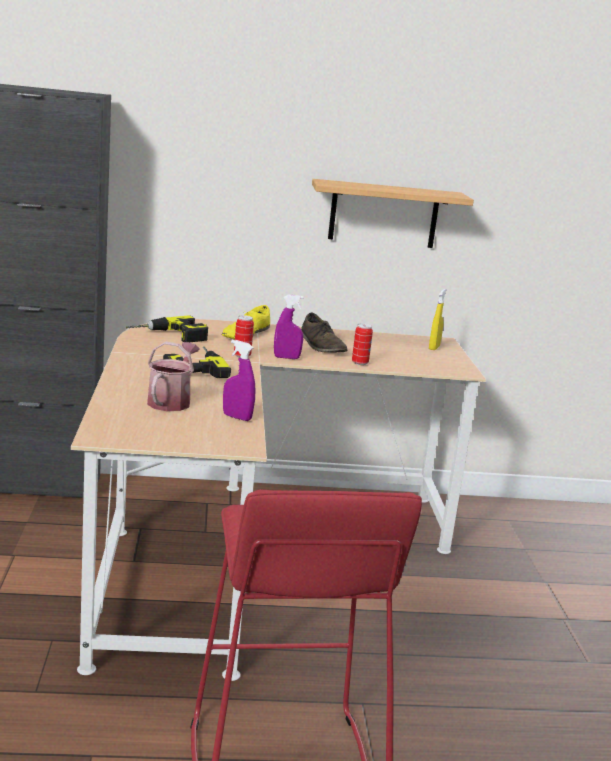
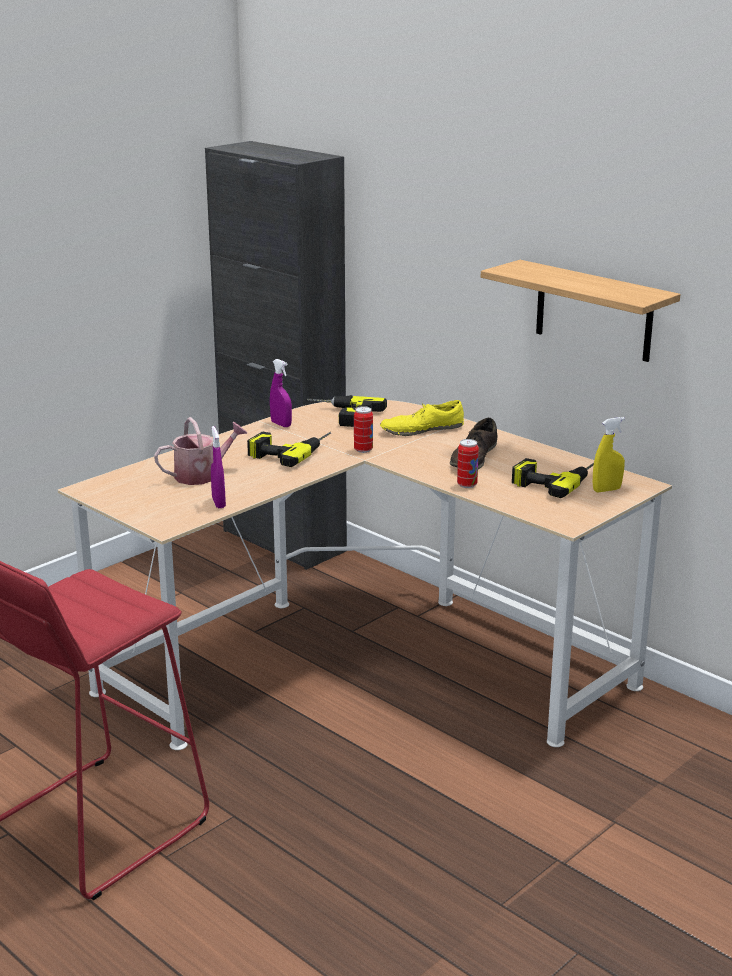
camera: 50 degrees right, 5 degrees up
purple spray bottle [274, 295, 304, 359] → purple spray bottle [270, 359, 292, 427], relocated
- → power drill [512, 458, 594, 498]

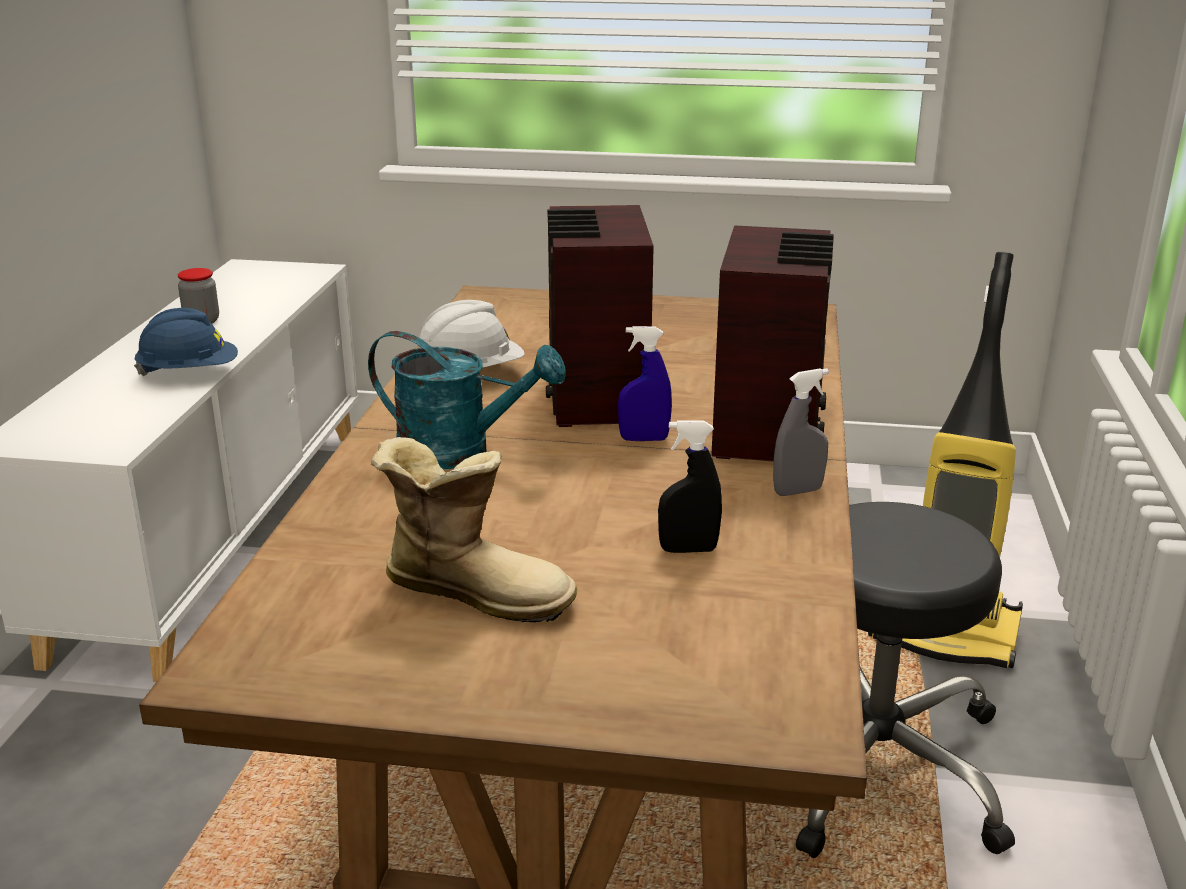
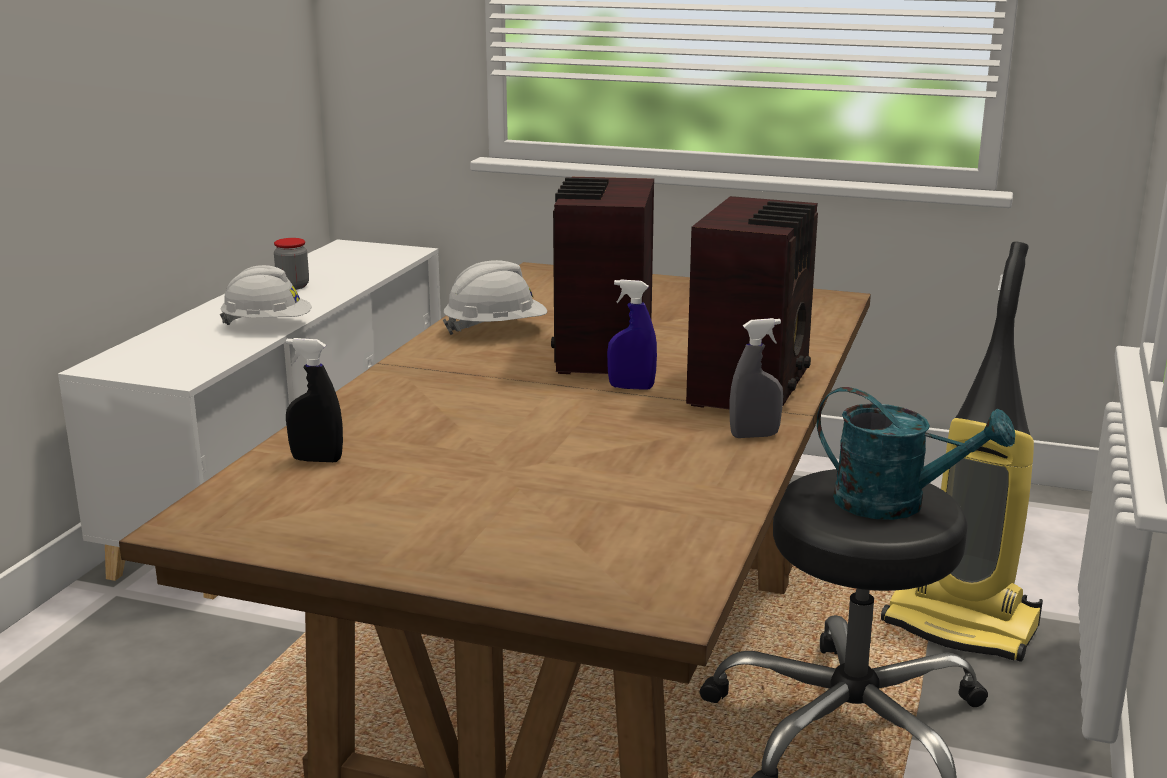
camera: 10 degrees right, 5 degrees down
blue hard hat [134, 308, 238, 376] → white hard hat [220, 265, 311, 325]
turquoise watering can [368, 331, 566, 469] → turquoise watering can [817, 387, 1015, 520], relocated
boot [371, 437, 577, 623] → -
black spray bottle [658, 420, 722, 553] → black spray bottle [286, 338, 343, 462], relocated

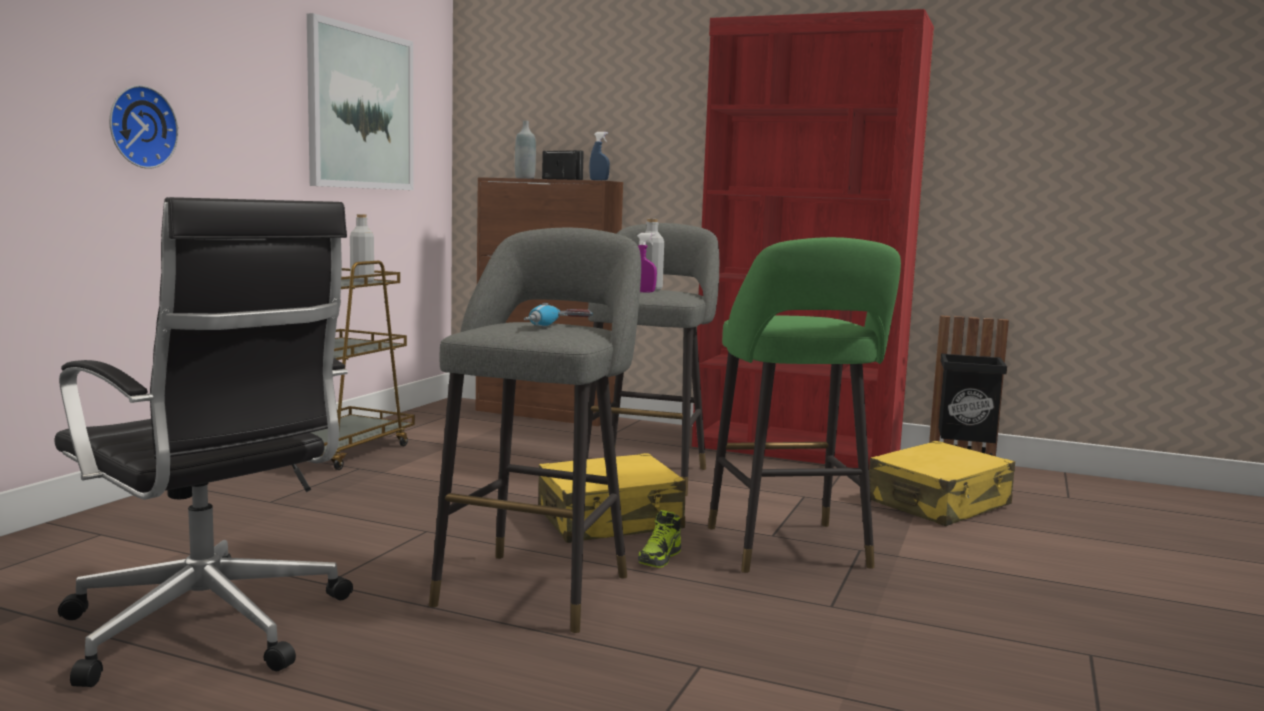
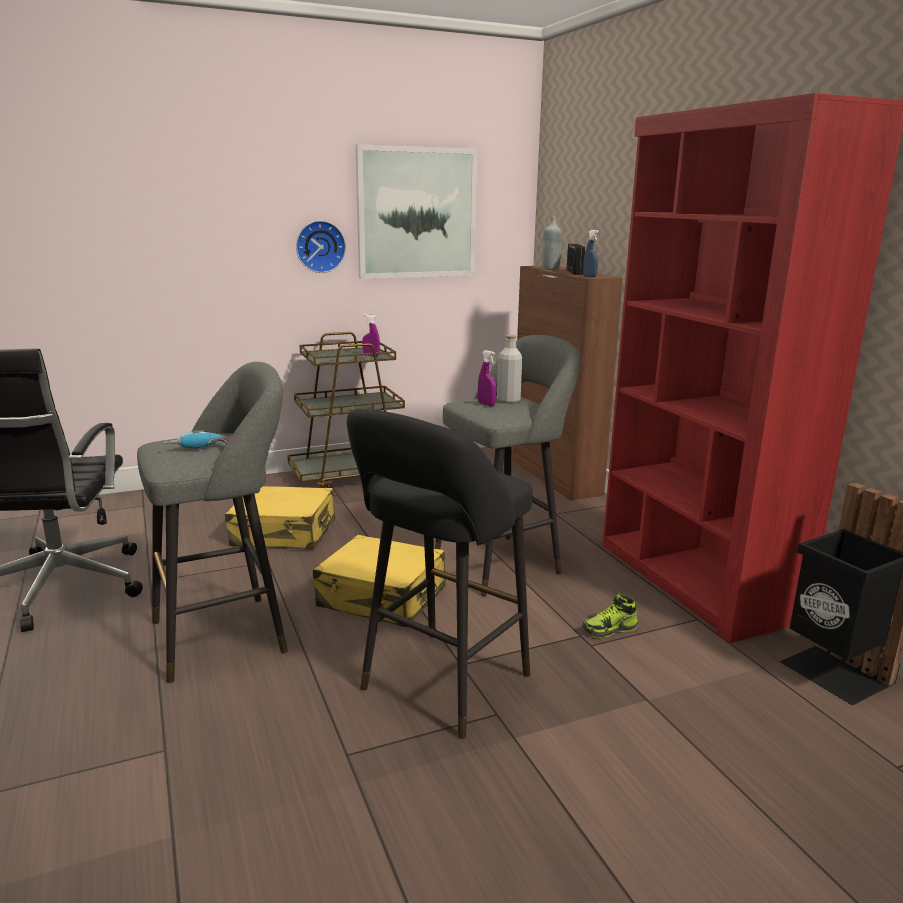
camera: 45 degrees right, 10 degrees up
wall clock [109, 85, 178, 169] → wall clock [296, 221, 346, 273], relocated
grey bottle [350, 214, 374, 282] → purple spray bottle [362, 314, 380, 356]
shoe [638, 510, 681, 568] → shoe [583, 593, 638, 638], relocated
green stool [708, 237, 901, 573] → black stool [347, 409, 532, 739]
yellow suitcase [869, 441, 1015, 526] → yellow suitcase [225, 486, 335, 550], relocated

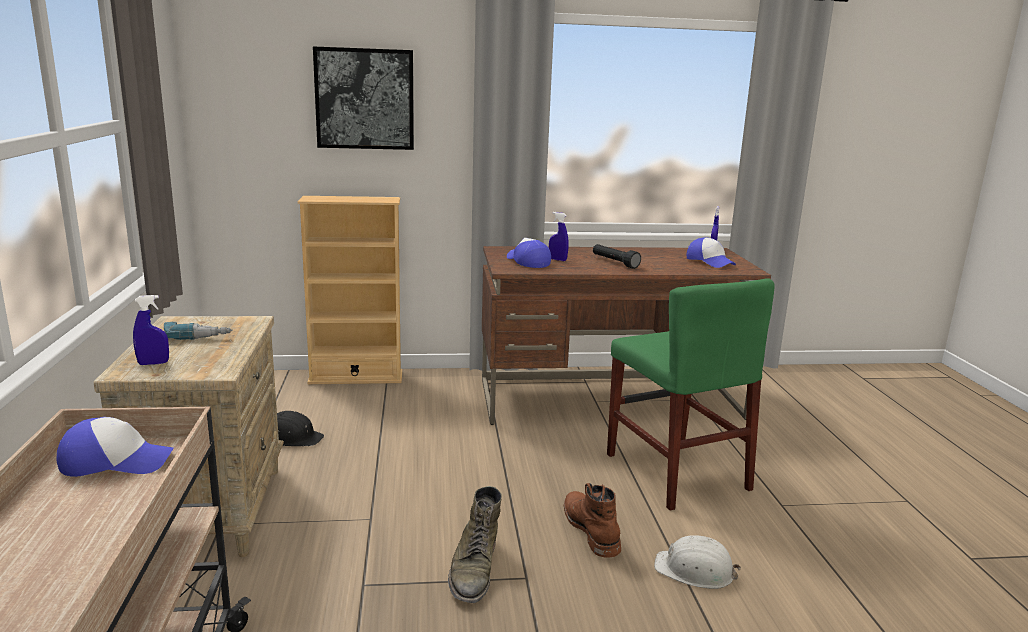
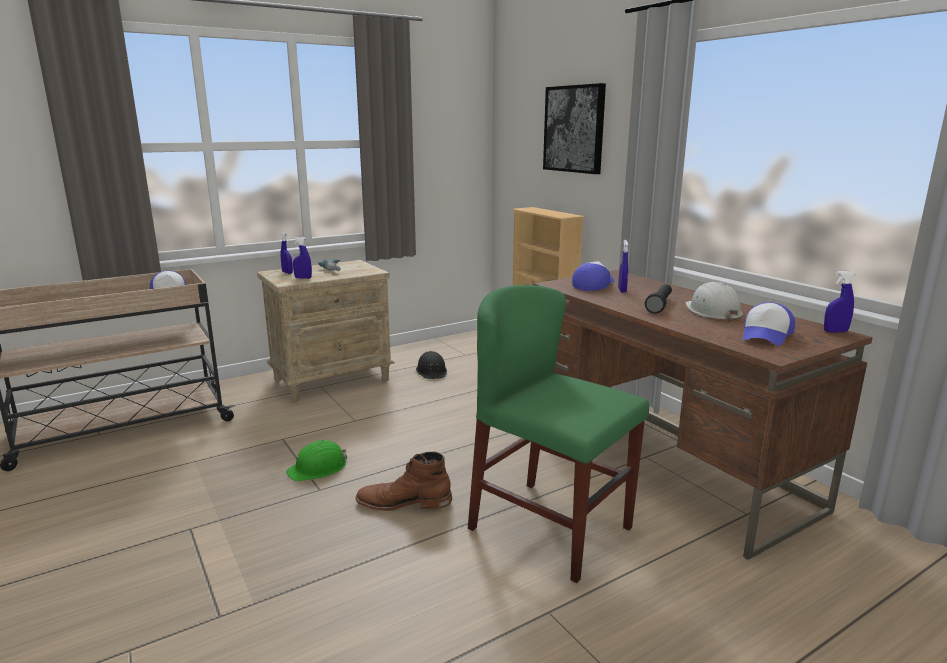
camera: 65 degrees right, 0 degrees up
green boot [448, 486, 502, 603] → green hard hat [286, 440, 347, 481]
brown boot [564, 483, 621, 558] → brown boot [356, 452, 452, 511], 135 degrees counterclockwise
green chair [607, 278, 775, 511] → green chair [468, 285, 649, 583], 90 degrees clockwise
white hard hat [654, 535, 741, 589] → white hard hat [685, 282, 743, 321], relocated
- → blue spray bottle [293, 236, 312, 279]

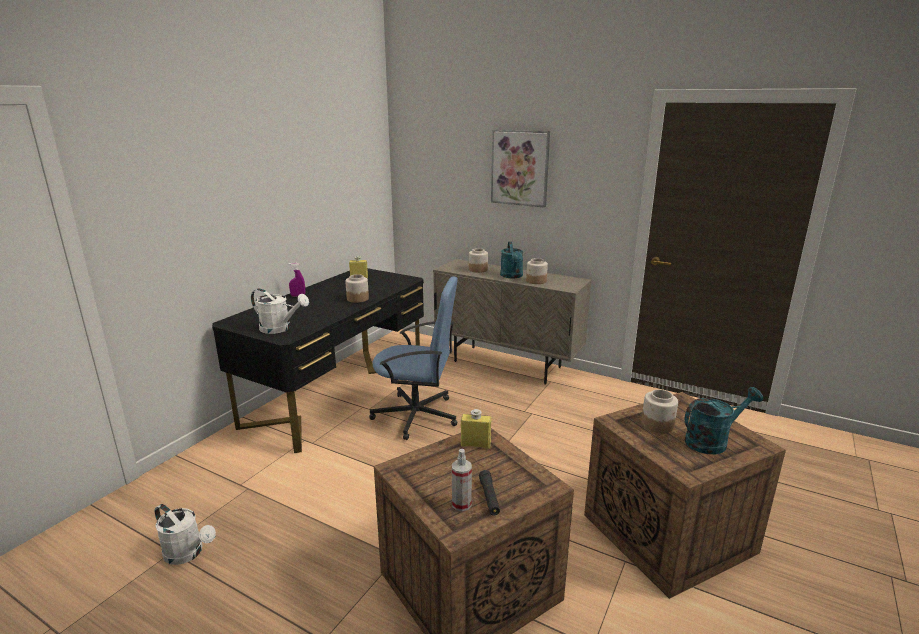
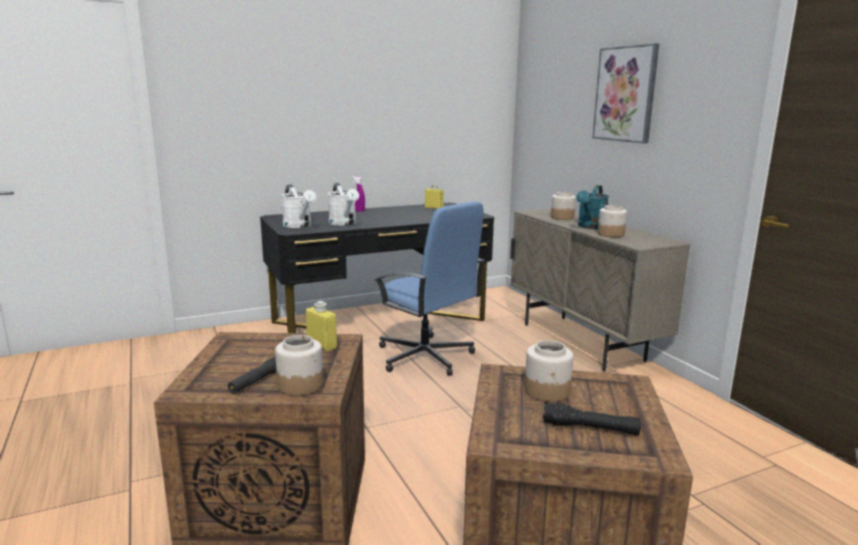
camera: 35 degrees right, 5 degrees down
white watering can [155, 504, 216, 565] → white watering can [328, 183, 359, 226], relocated
jar [345, 274, 369, 303] → jar [275, 335, 323, 396], relocated
spray bottle [452, 449, 472, 511] → -
turquoise watering can [684, 387, 763, 454] → black flashlight [543, 402, 641, 435]

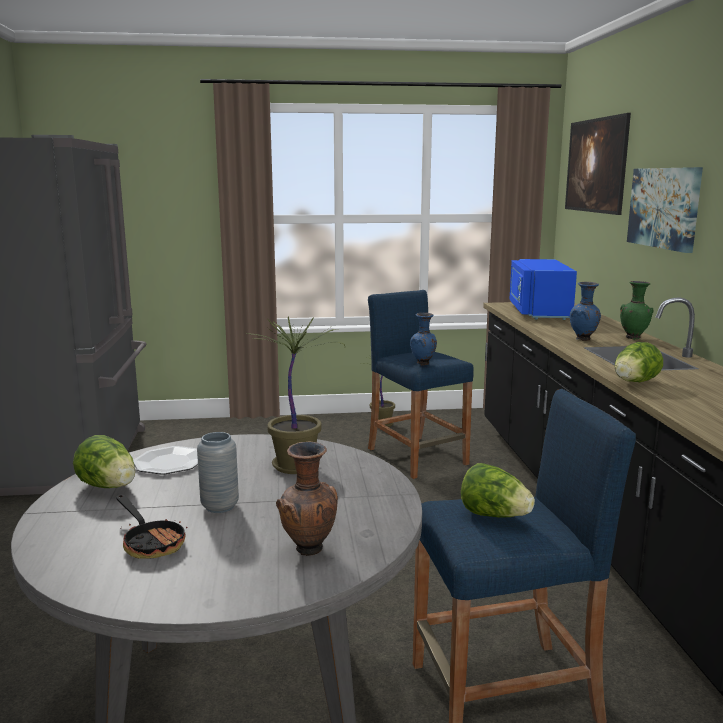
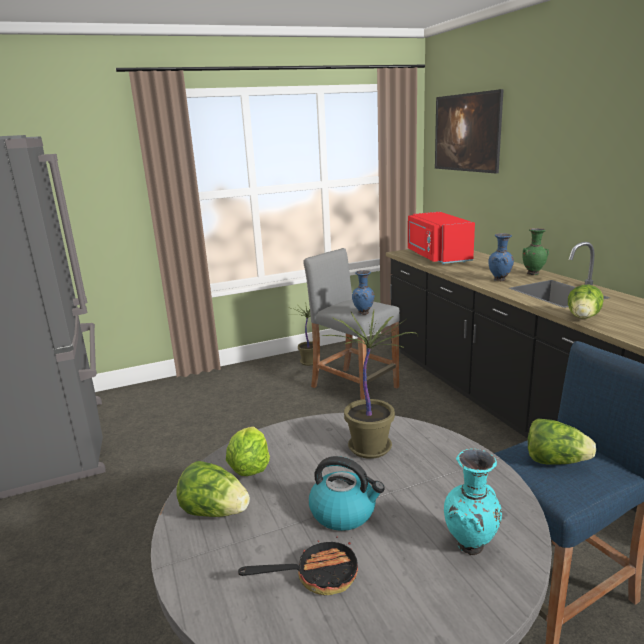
camera: 15 degrees left, 5 degrees up
frying pan [116, 495, 188, 559] → frying pan [238, 536, 358, 595], 45 degrees counterclockwise
plate [133, 446, 198, 475] → lettuce [226, 427, 270, 476]
grey vase [197, 432, 239, 513] → kettle [309, 456, 385, 531]
brown vase [276, 442, 338, 556] → turquoise vase [444, 449, 502, 555]
blue stool [368, 290, 474, 479] → grey stool [303, 248, 400, 400]
blue microwave [509, 259, 577, 320] → red microwave [408, 212, 475, 265]
picture [627, 167, 703, 253] → -

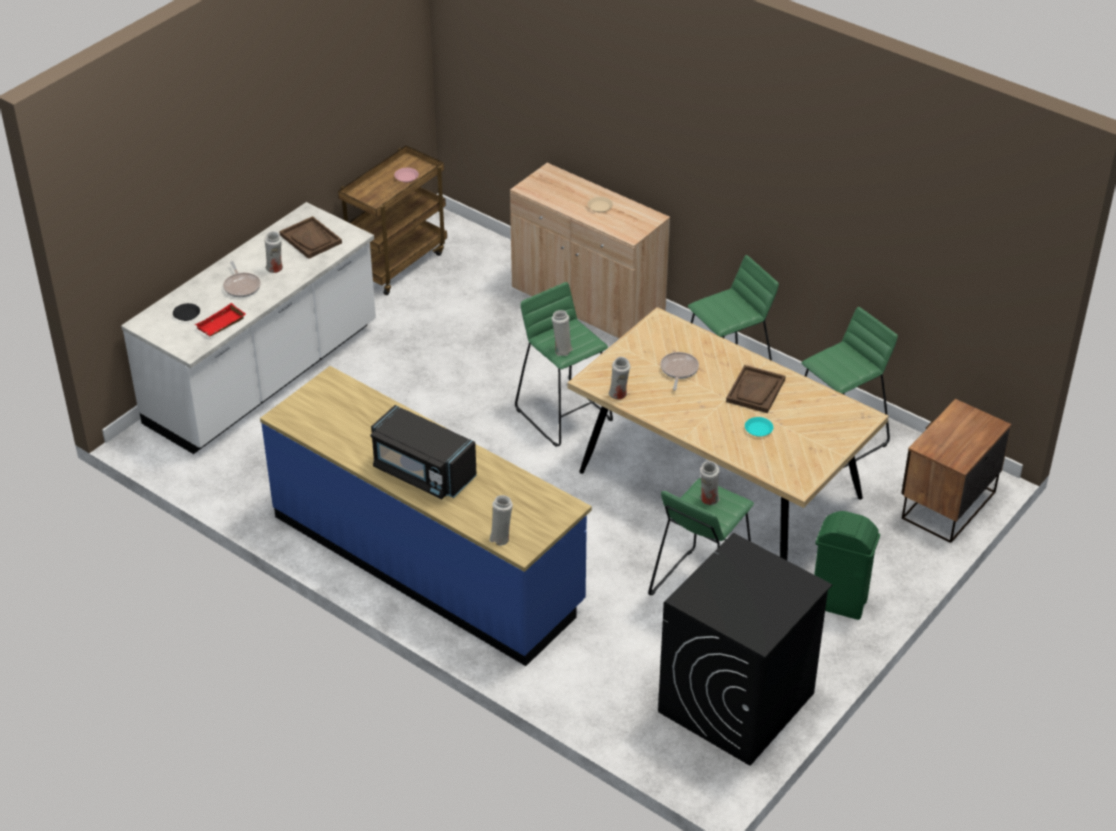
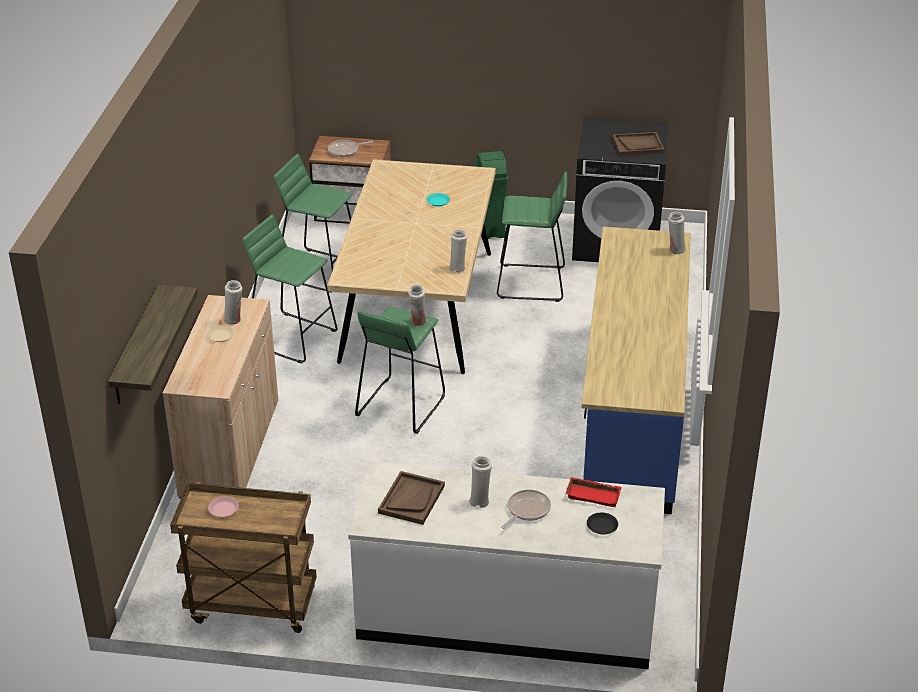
camera: 120 degrees left, 5 degrees down
black microwave [370, 405, 477, 499] → -
frying pan [660, 352, 699, 390] → frying pan [328, 140, 373, 157], relocated
white vase [700, 461, 720, 505] → white vase [224, 280, 242, 325], relocated
brown tray [726, 365, 785, 413] → brown tray [612, 132, 664, 156], relocated
- → shelf [108, 285, 198, 404]

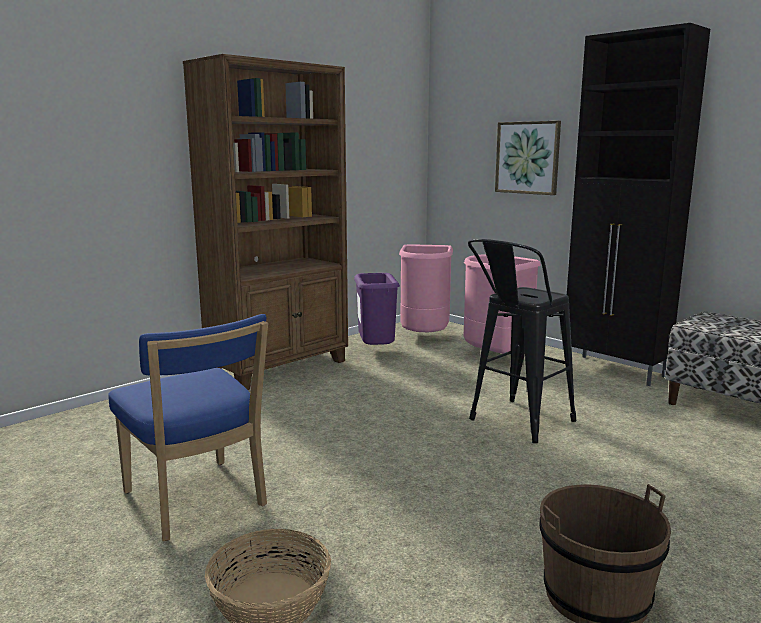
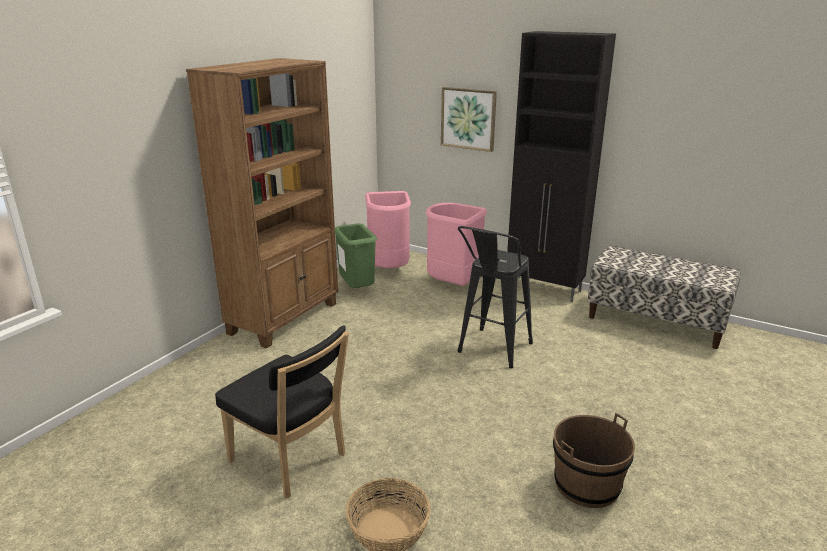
camera: 15 degrees left, 10 degrees up
blue chair [108, 314, 268, 541] → black chair [215, 326, 349, 499]
purple trash can [354, 273, 400, 345] → green trash can [335, 223, 377, 288]

